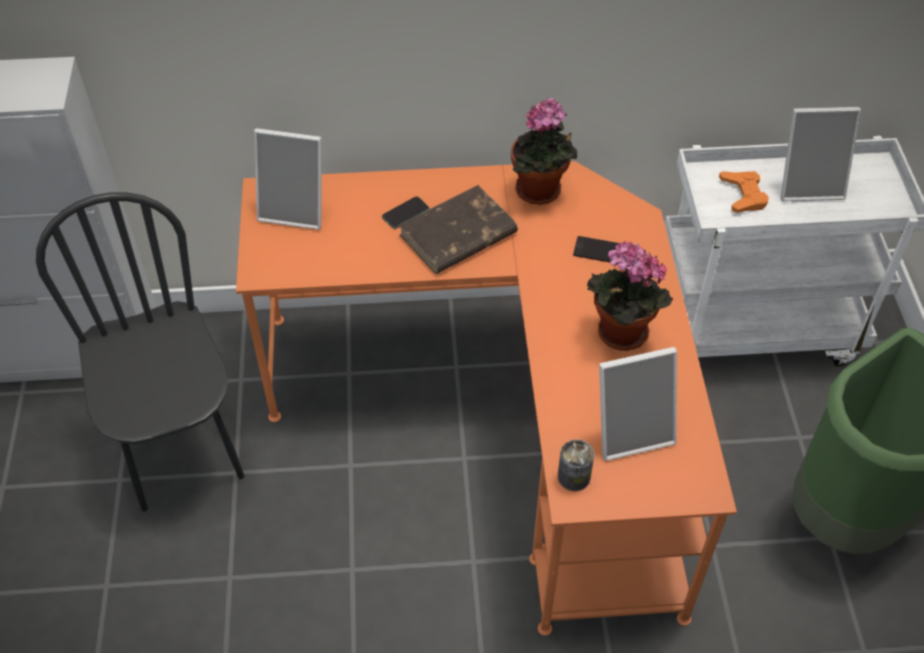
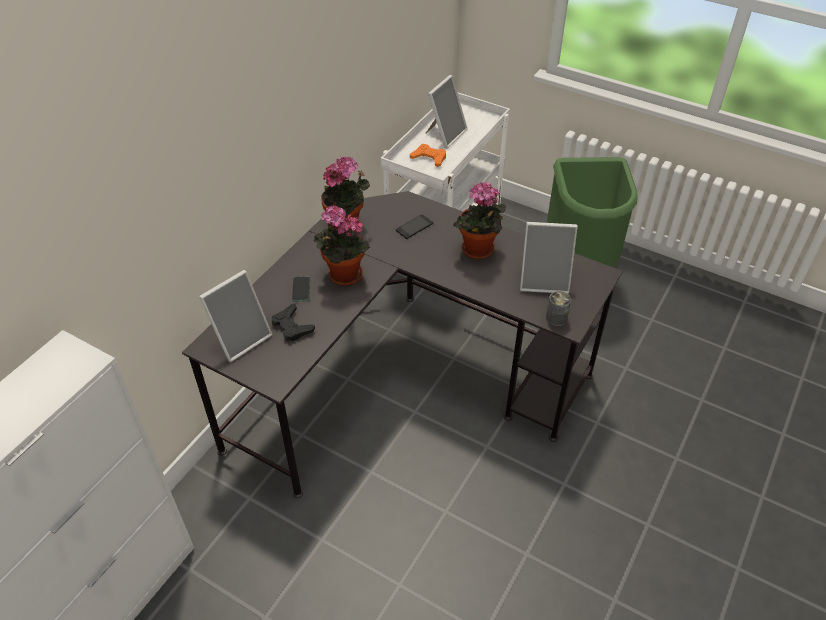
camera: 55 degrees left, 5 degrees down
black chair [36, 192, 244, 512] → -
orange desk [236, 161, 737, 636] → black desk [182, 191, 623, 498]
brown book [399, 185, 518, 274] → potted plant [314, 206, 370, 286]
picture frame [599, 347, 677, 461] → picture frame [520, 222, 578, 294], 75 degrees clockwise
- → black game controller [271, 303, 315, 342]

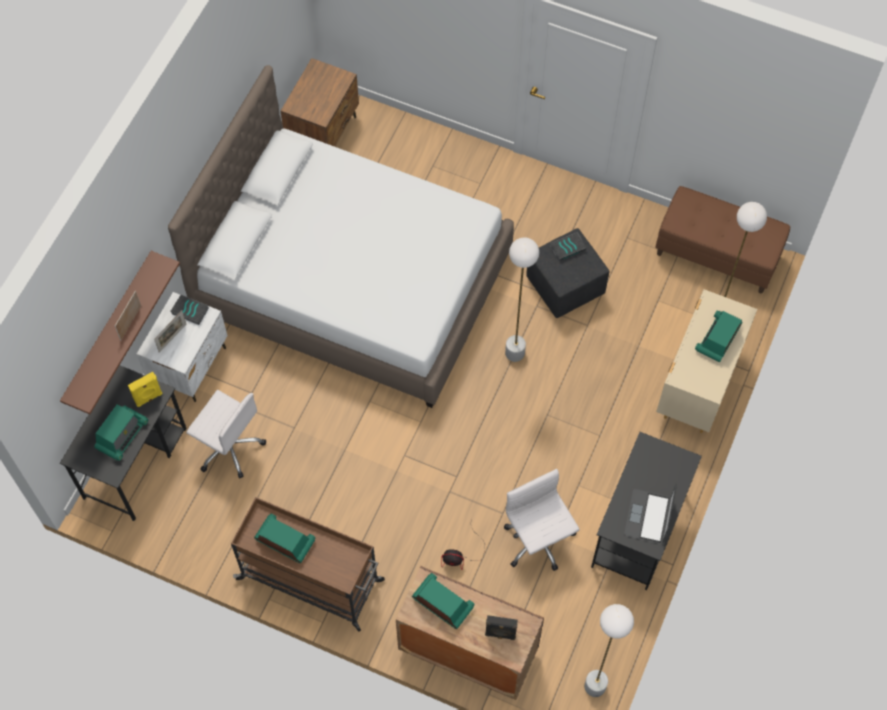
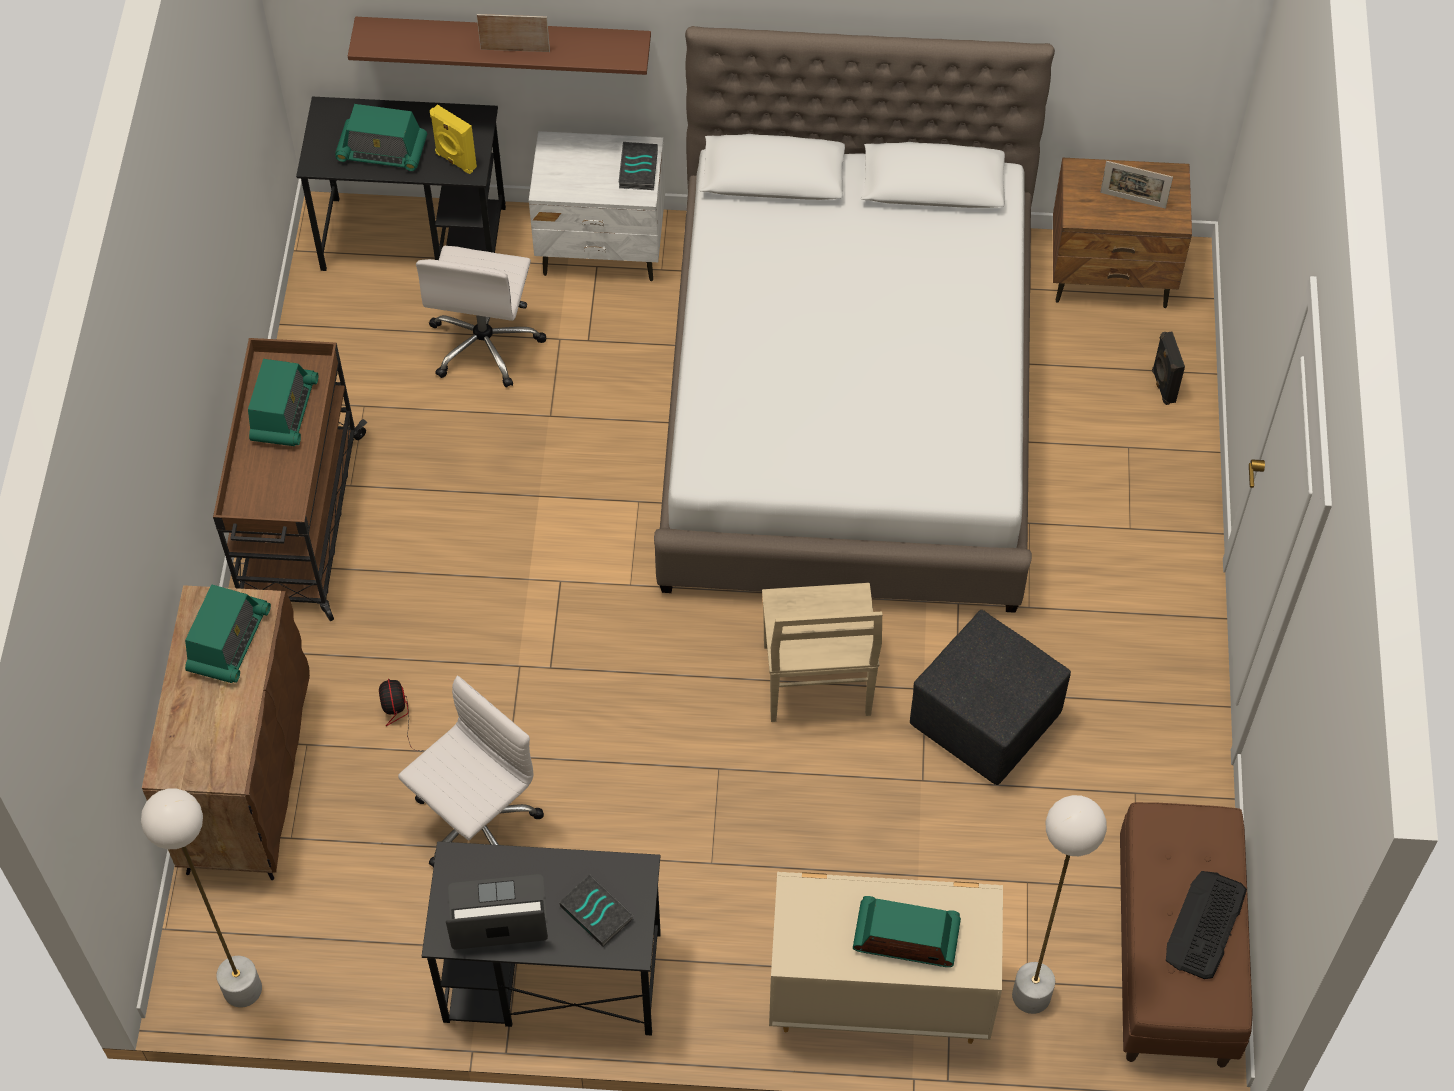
camera: 70 degrees right, 5 degrees down
picture frame [154, 310, 186, 353] → picture frame [1100, 161, 1173, 209], relocated
black speaker [485, 615, 518, 640] → black speaker [1152, 331, 1185, 405], relocated
white floor lamp [505, 237, 539, 362] → beige chair [762, 583, 883, 722]
book [550, 232, 586, 262] → book [559, 874, 634, 947], relocated
- → keyboard [1166, 871, 1247, 979]

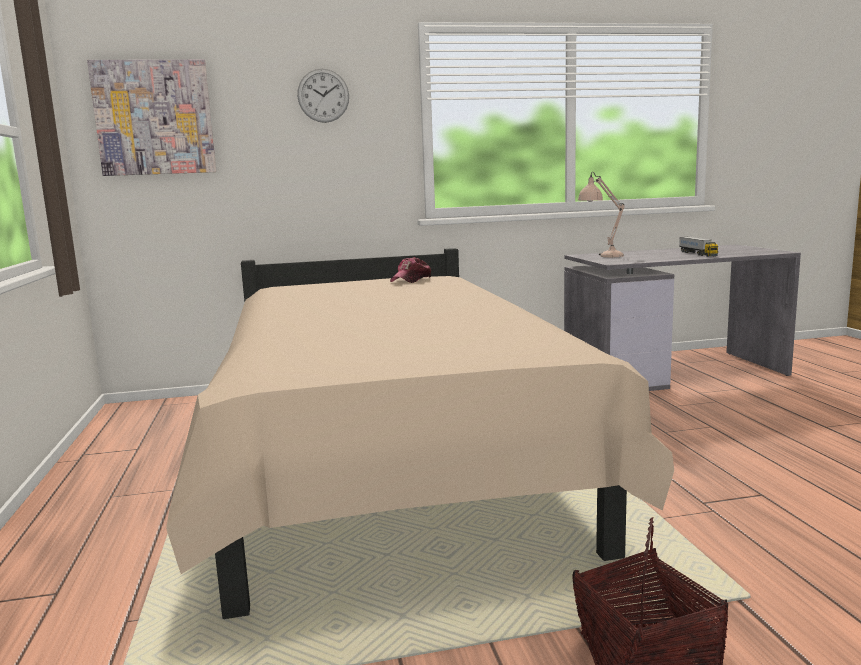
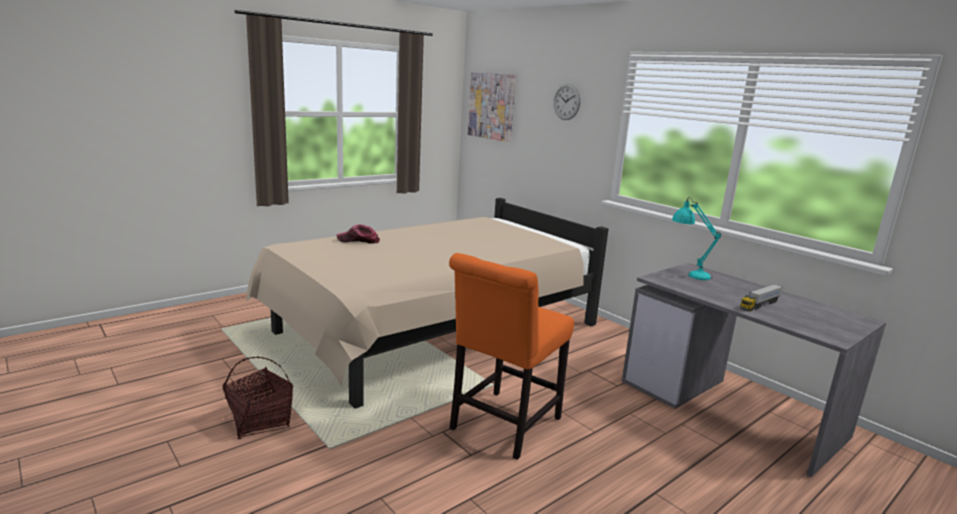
camera: 60 degrees right, 5 degrees up
cap [390, 257, 431, 283] → cap [337, 225, 380, 244], relocated
beige table lamp [578, 172, 625, 257] → turquoise table lamp [672, 197, 721, 280]
- → orange chair [449, 253, 574, 460]

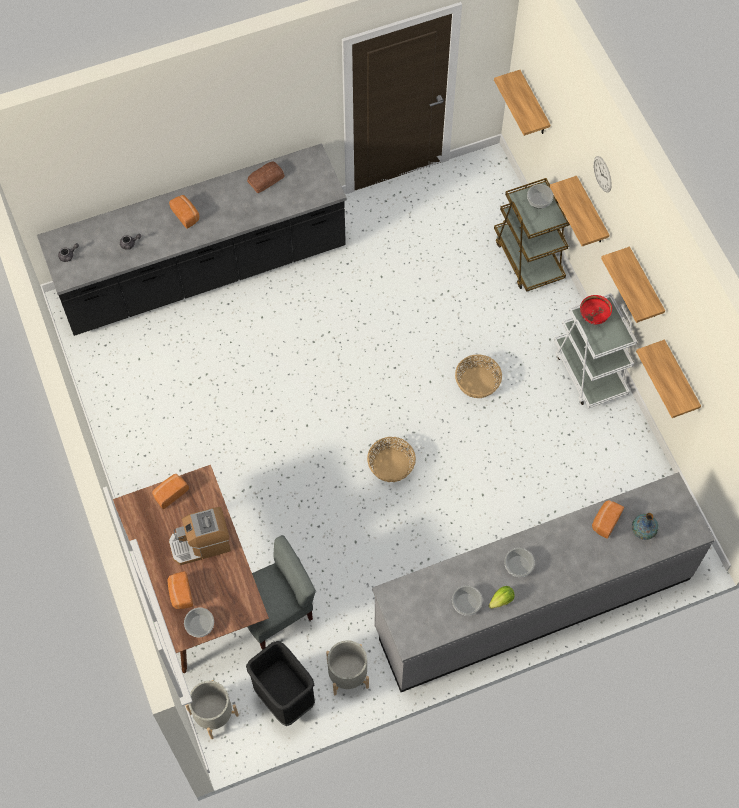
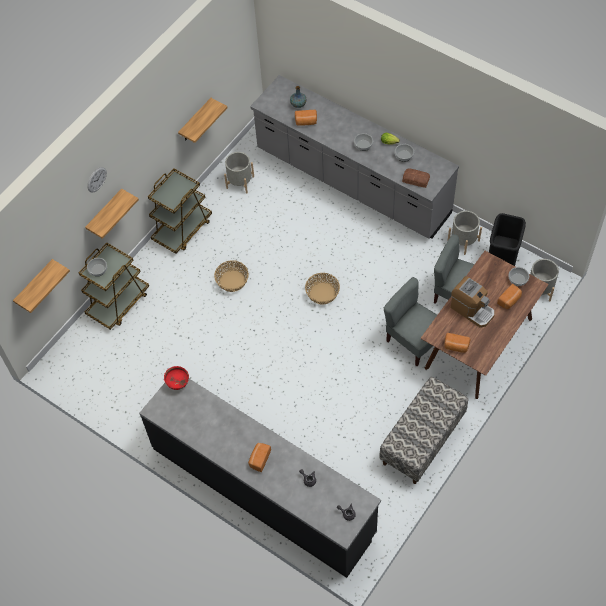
camera: 120 degrees left, 5 degrees down
bread [247, 161, 285, 194] → bread [402, 169, 430, 188], relocated
white cart [554, 293, 637, 409] → brown cart [148, 169, 212, 254]
red bowl [580, 295, 612, 324] → red bowl [164, 366, 189, 390], relocated
shelf [601, 247, 665, 323] → -
- → grey planter [224, 152, 254, 194]
- → bench [379, 377, 468, 484]
- → grey chair [384, 277, 437, 366]

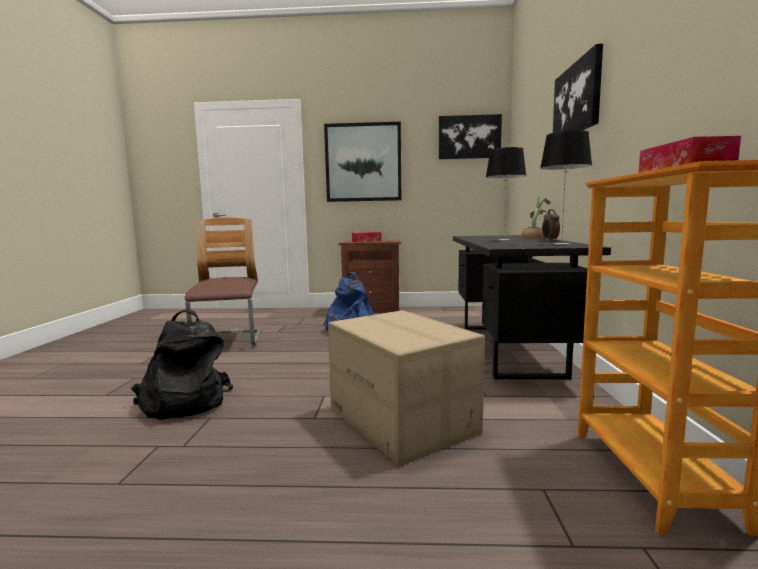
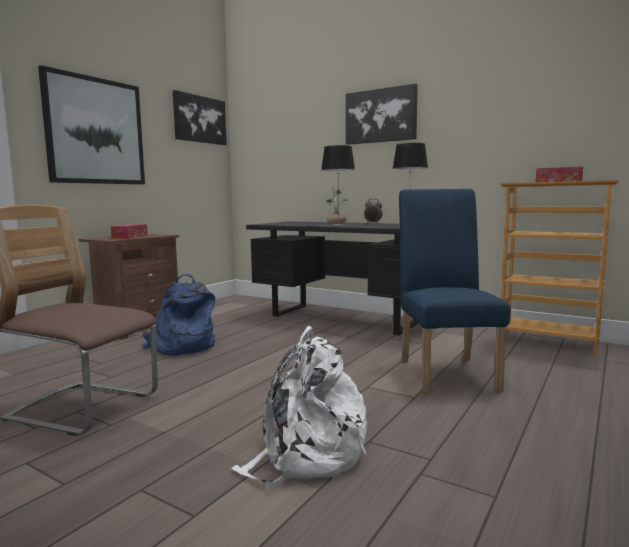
camera: 60 degrees left, 0 degrees up
black backpack [131, 309, 233, 420] → white backpack [231, 325, 367, 487]
cardboard box [328, 310, 485, 466] → blue chair [399, 189, 511, 395]

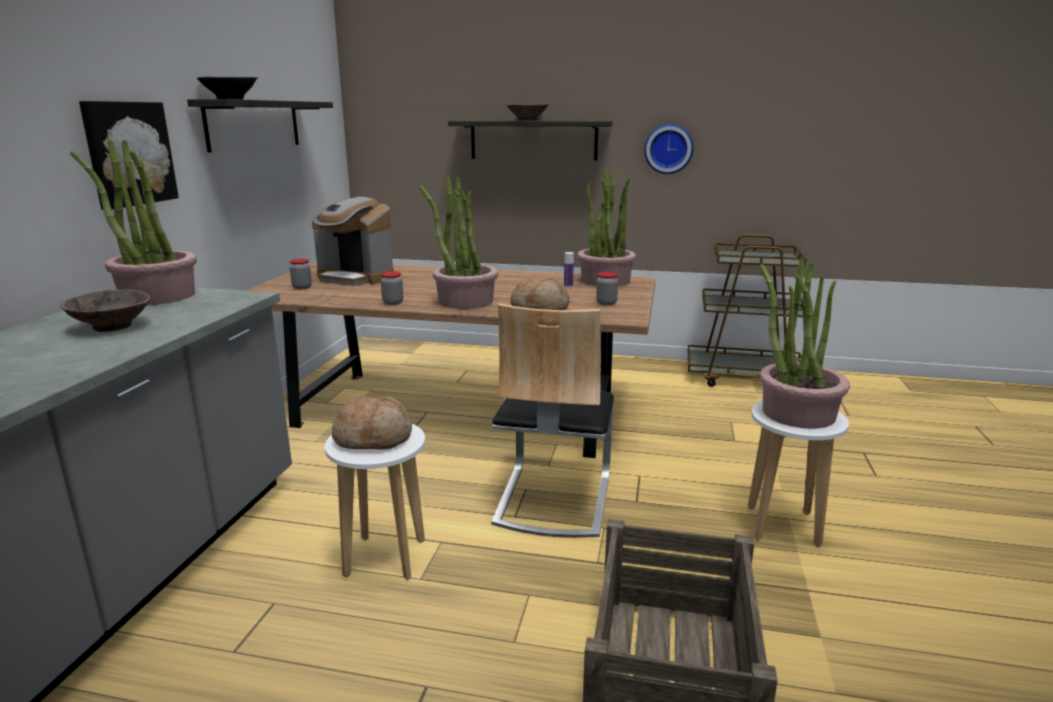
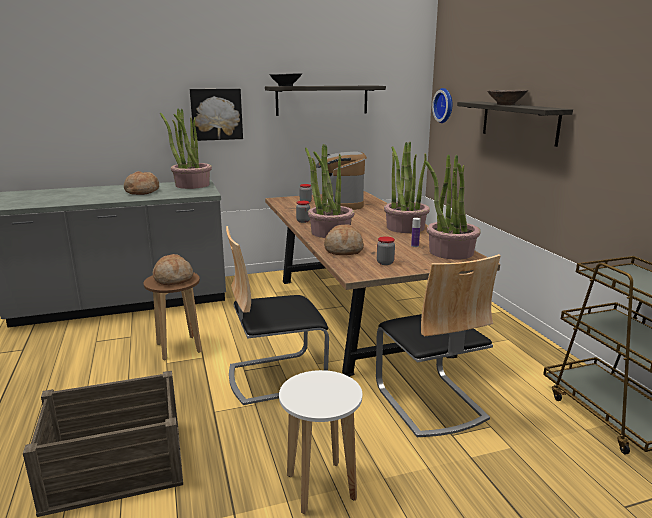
camera: 60 degrees right, 0 degrees up
brown bowl [60, 289, 151, 332] → bread [124, 171, 159, 195]
white stool [325, 424, 425, 580] → brown stool [144, 272, 202, 360]
wall clock [644, 124, 694, 174] → wall clock [432, 88, 452, 123], relocated
potted plant [760, 259, 850, 429] → potted plant [384, 142, 430, 233], relocated
- → chair [376, 254, 501, 437]

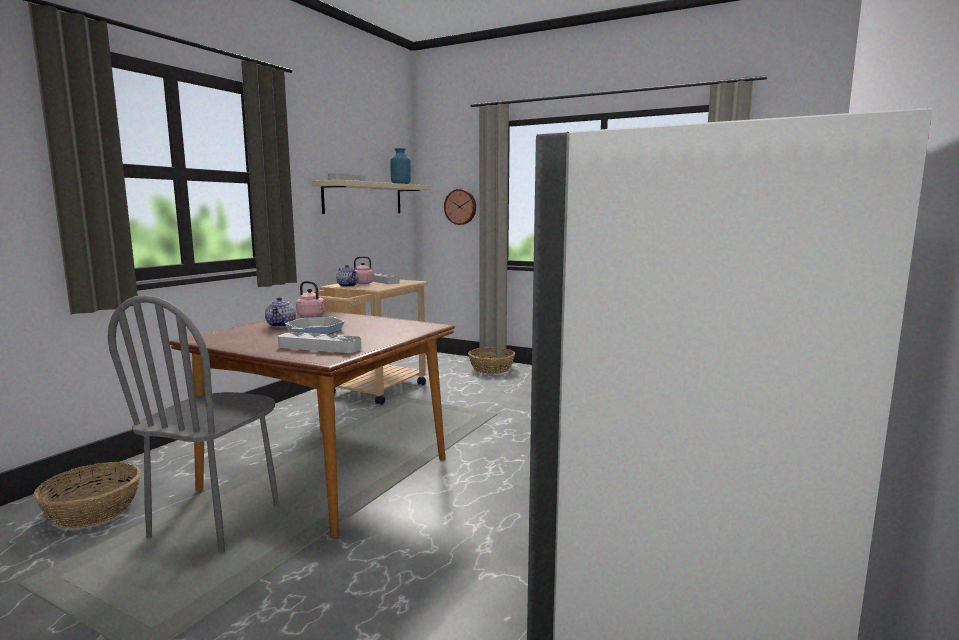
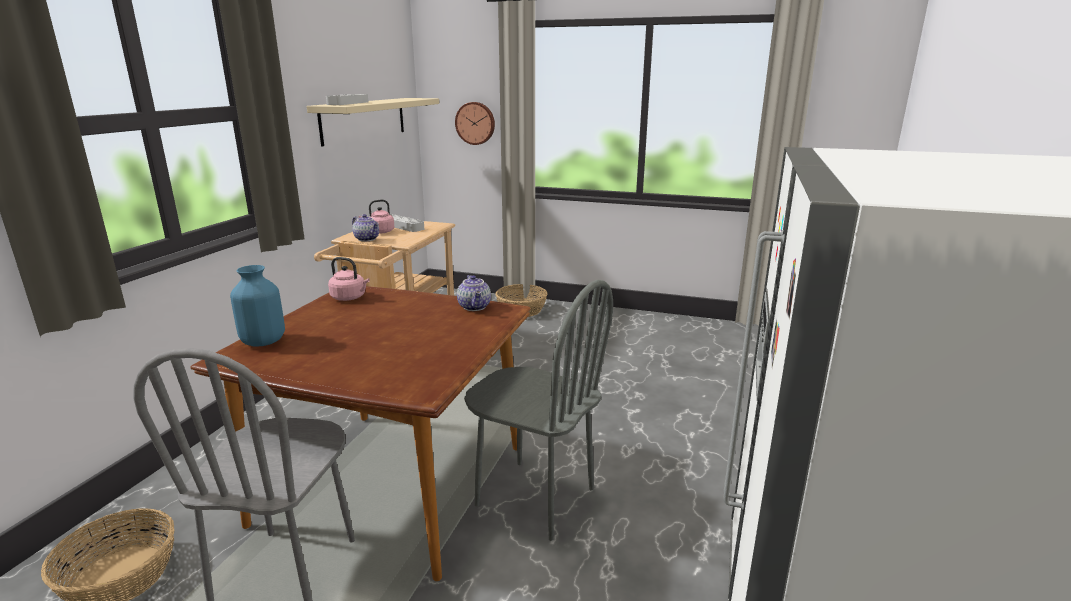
camera: 10 degrees left, 10 degrees up
teapot [265, 297, 296, 328] → teapot [457, 275, 491, 311], relocated
grey tray [278, 332, 362, 353] → -
frying pan [285, 317, 345, 334] → -
blue vase [390, 148, 411, 184] → blue vase [230, 265, 285, 347], relocated
- → grey chair [464, 280, 613, 541]

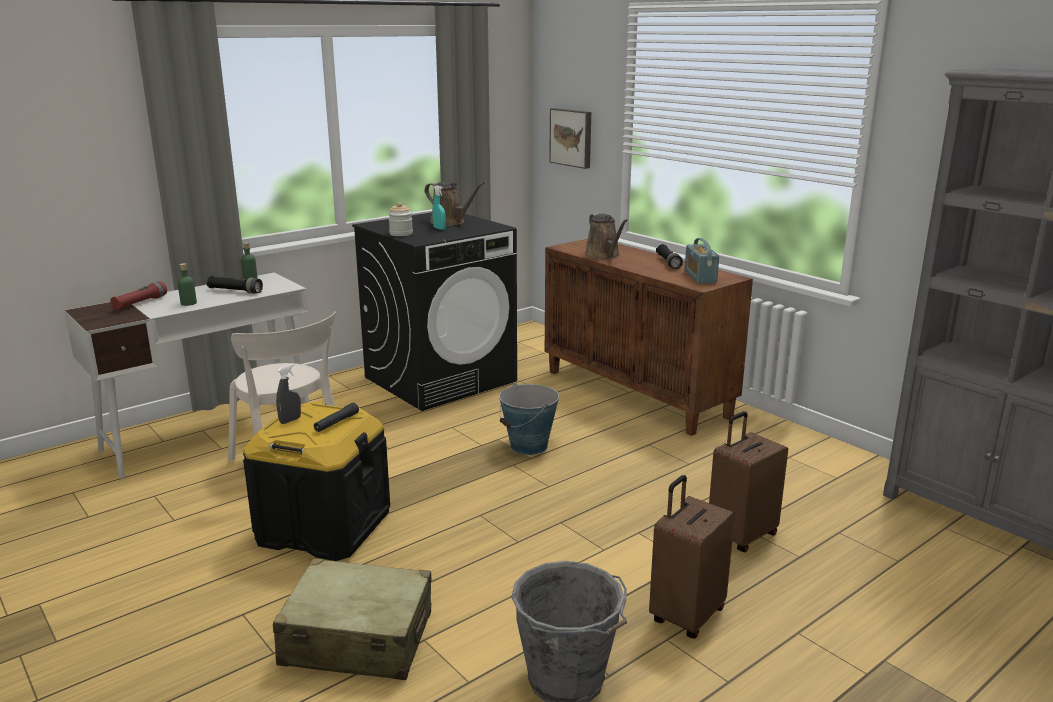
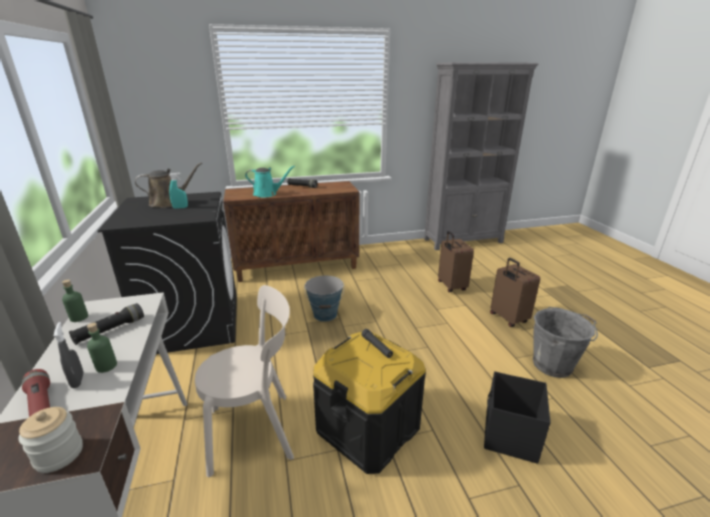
camera: 65 degrees left, 5 degrees up
beige suitcase [273, 558, 431, 680] → black storage box [484, 372, 551, 464]
grey spray bottle [276, 364, 301, 424] → grey spray bottle [54, 322, 84, 388], relocated
jar [388, 202, 413, 236] → jar [19, 407, 83, 473], relocated
picture [549, 108, 591, 169] → -
brown watering can [585, 213, 628, 259] → turquoise watering can [245, 165, 295, 198]
radio [685, 238, 719, 284] → -

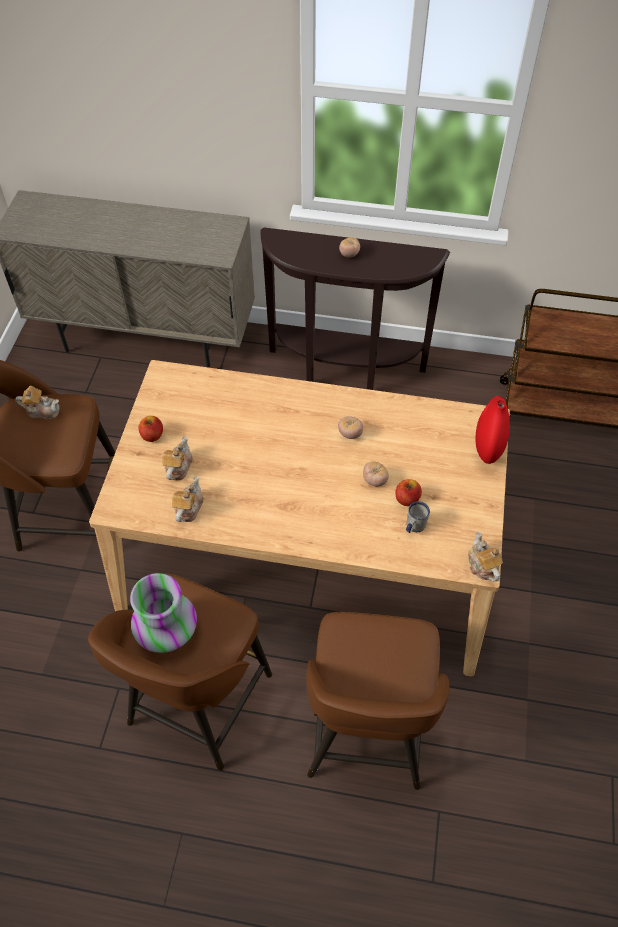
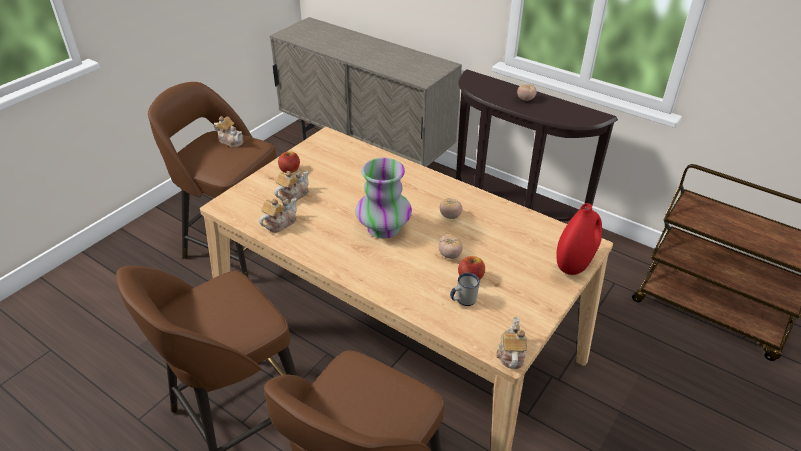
camera: 25 degrees right, 15 degrees down
vase [130, 573, 197, 653] → vase [355, 158, 412, 239], relocated

